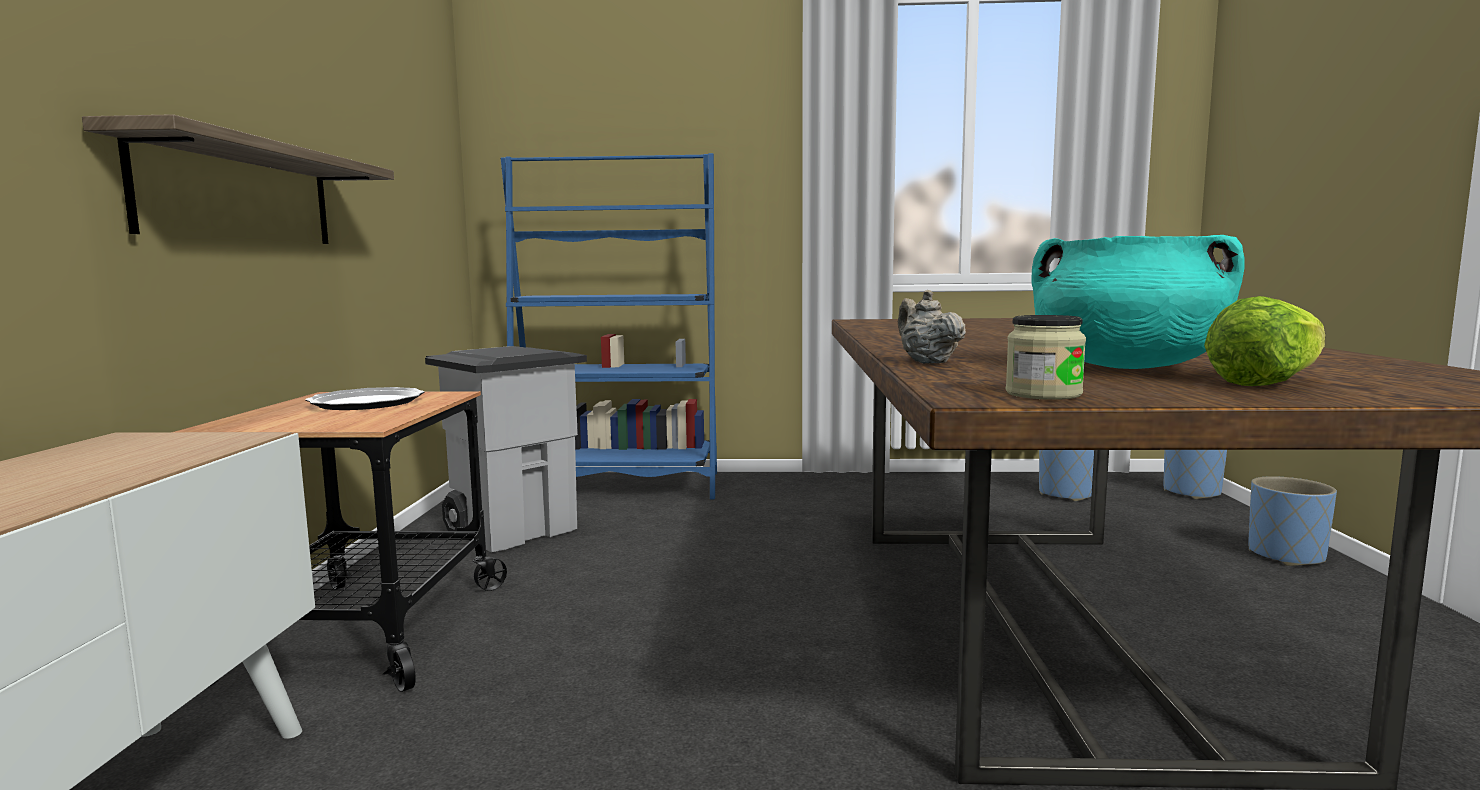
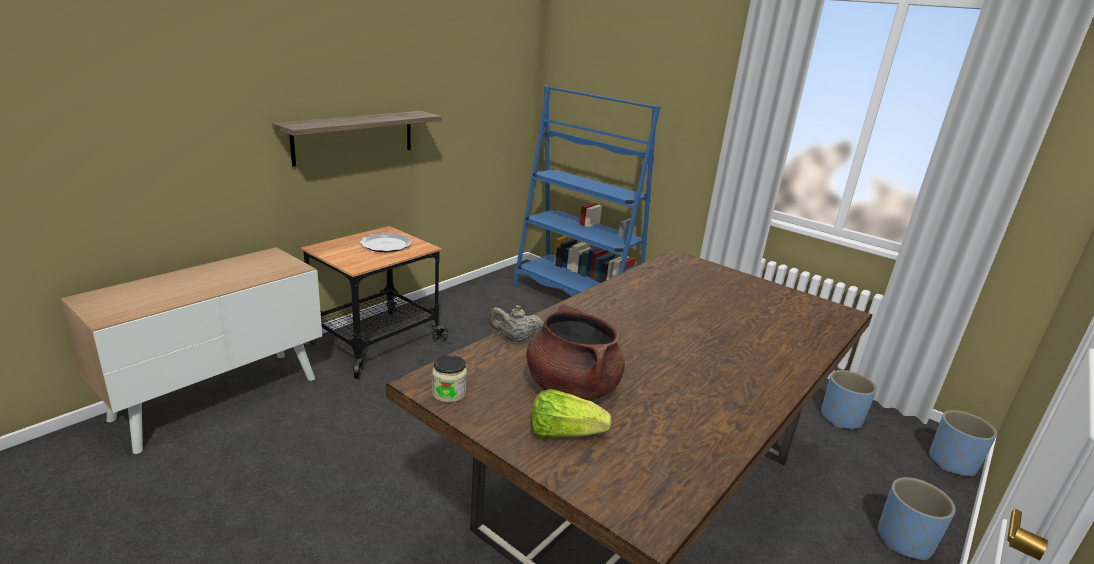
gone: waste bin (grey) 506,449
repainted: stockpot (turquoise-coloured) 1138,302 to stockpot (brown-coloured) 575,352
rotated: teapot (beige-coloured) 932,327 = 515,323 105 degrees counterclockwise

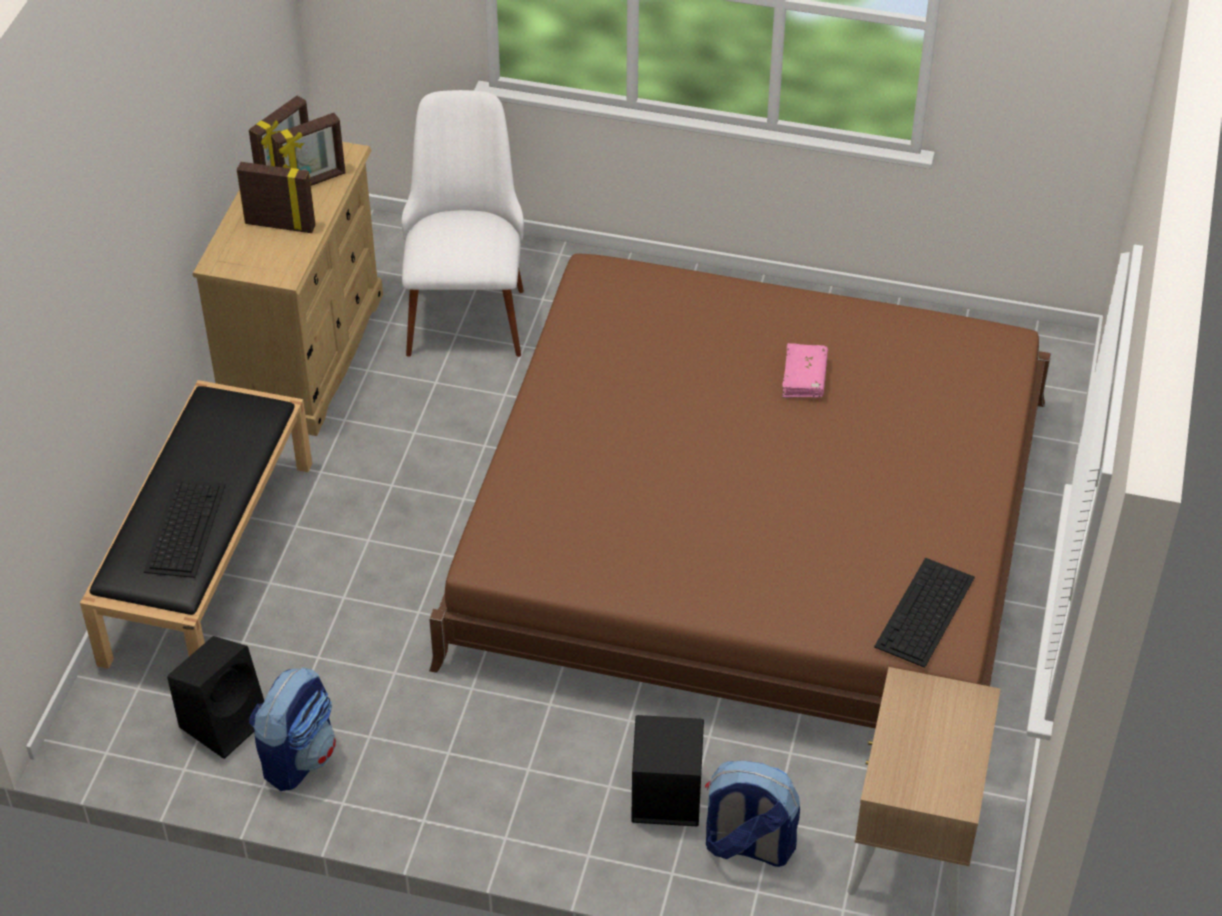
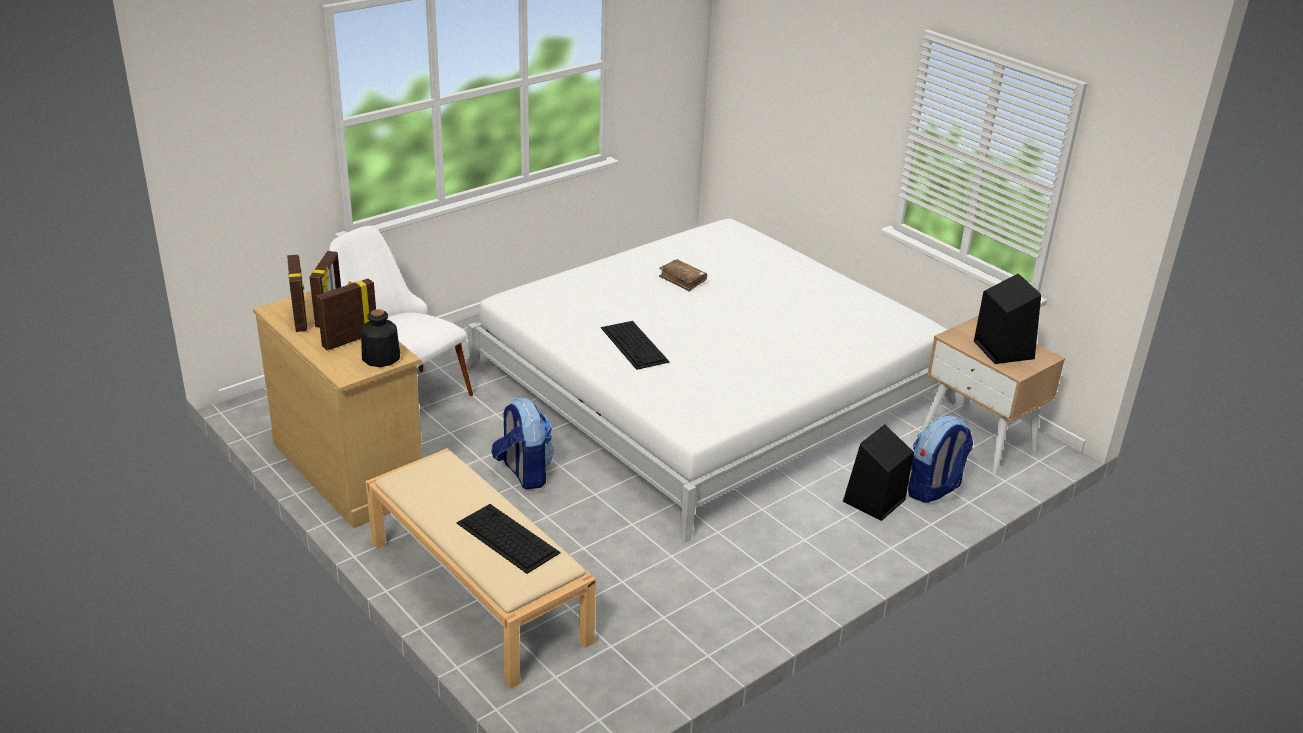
new: bottle 380,338
shifted: audio speaker (black-coloured) 215,697 to 1007,318; backpack 292,729 to 522,443; keyboard 924,613 to 635,345
repainted: long seat (black-coloured) 196,524 to long seat (beige-coloured) 481,568; sleeping bed (brown-coloured) 740,491 to sleeping bed (whitish) 711,380; book (pinkish) 805,370 to book (brown-coloured) 683,275

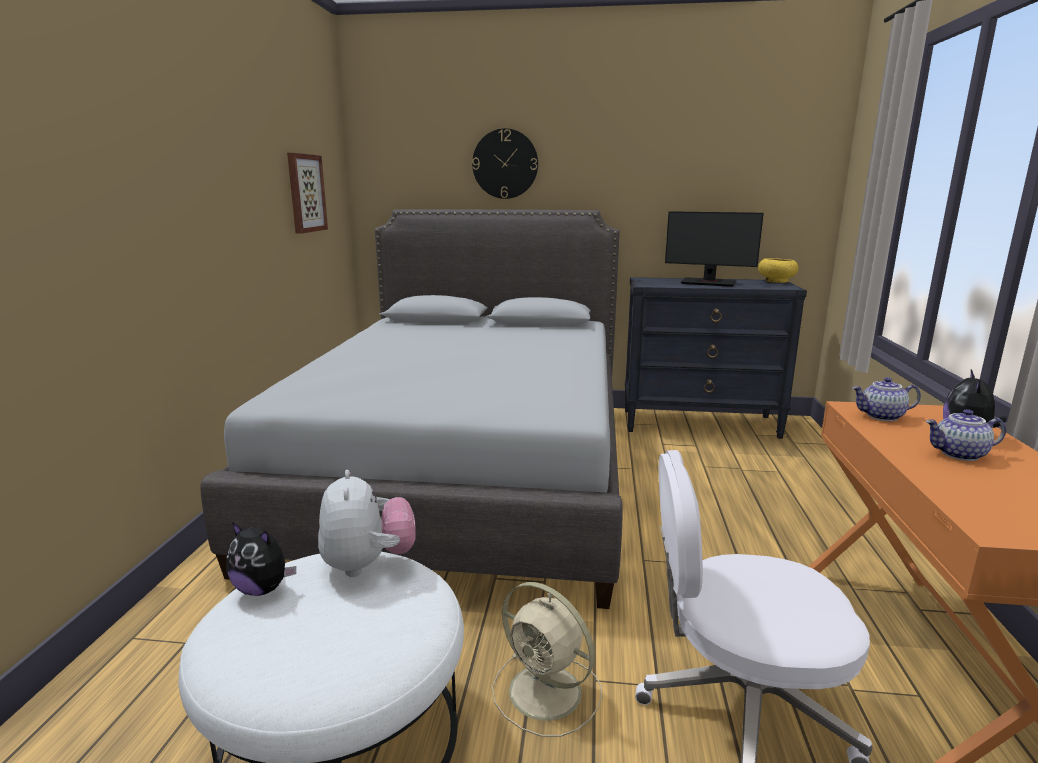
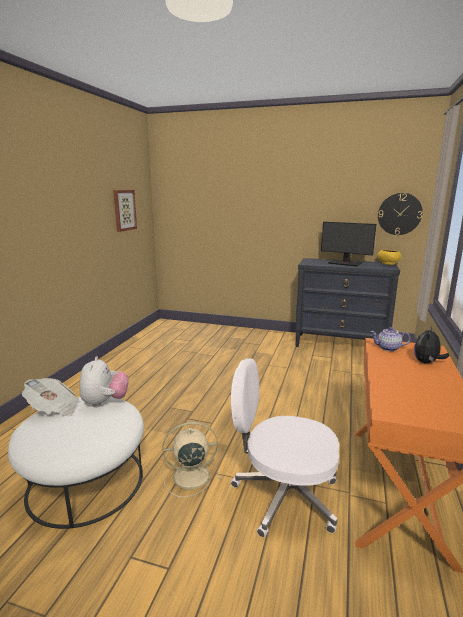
gone: sleeping bed (grey) 411,409; teapot 965,435
shifted: wall clock 505,163 to 400,214
swapped: plush toy 261,559 to printed paper 50,397
rotated: electric fan (beige-coloured) 547,659 = 192,460 120 degrees clockwise

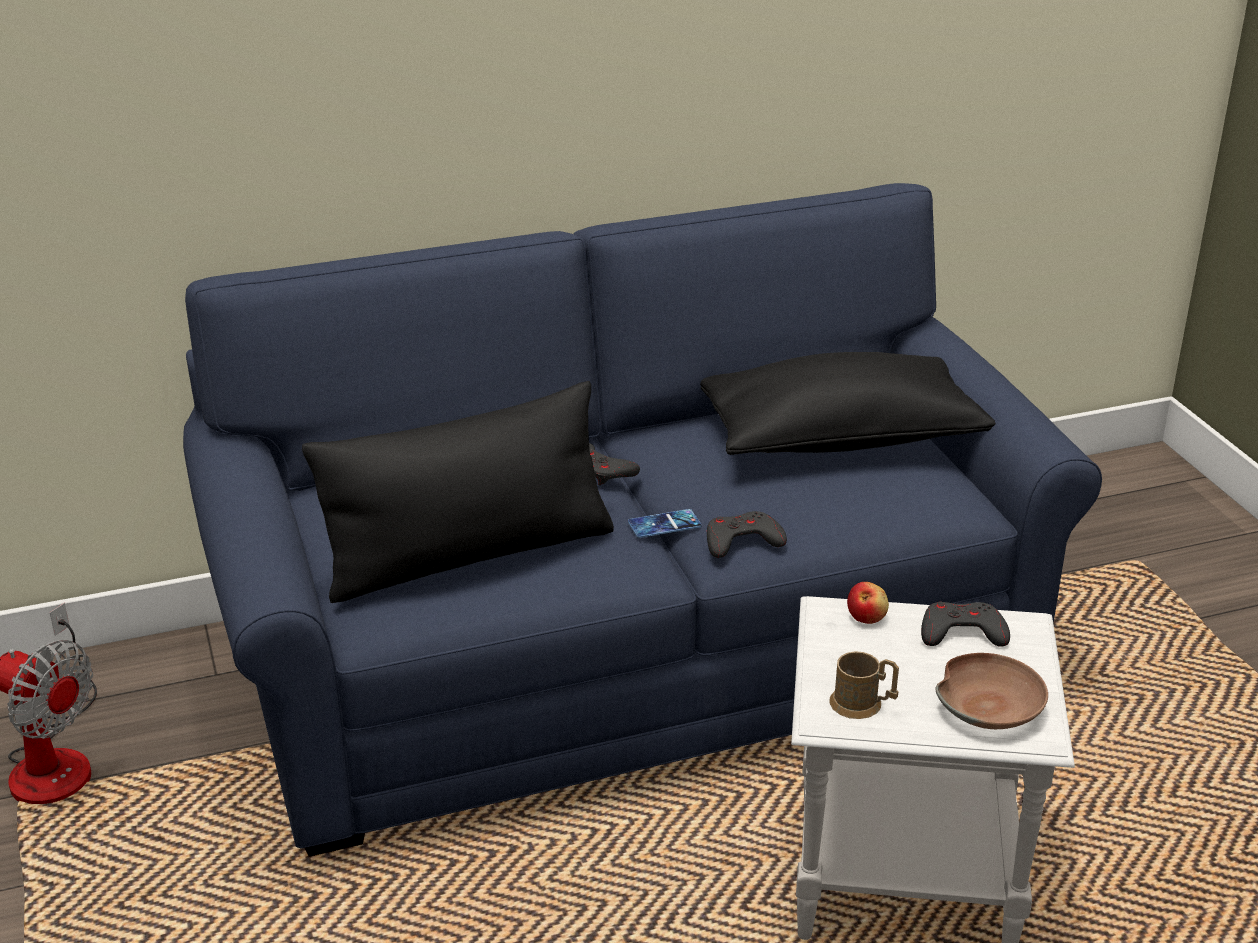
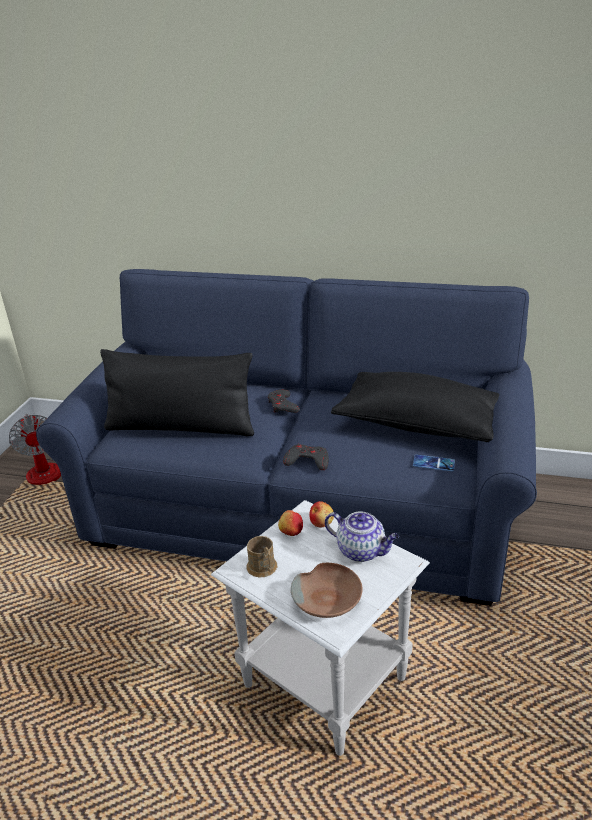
new: apple fruit 290,523
shifted: handset 665,523 to 434,463
swapped: gamepad (grey) 965,624 to teapot 362,537

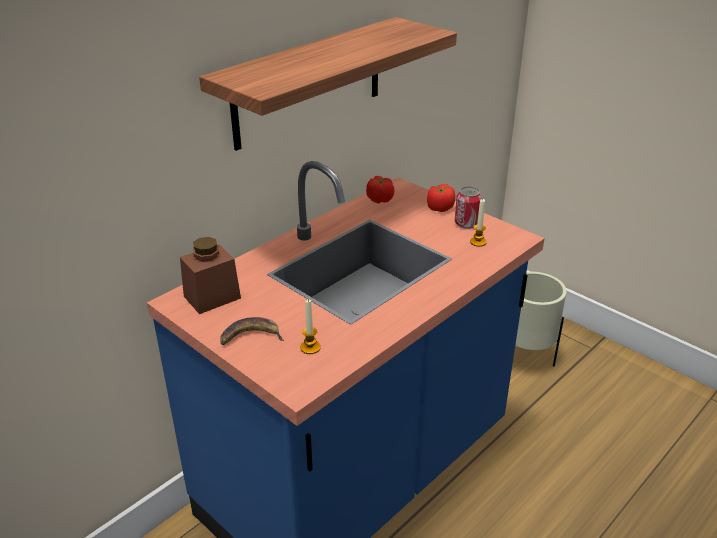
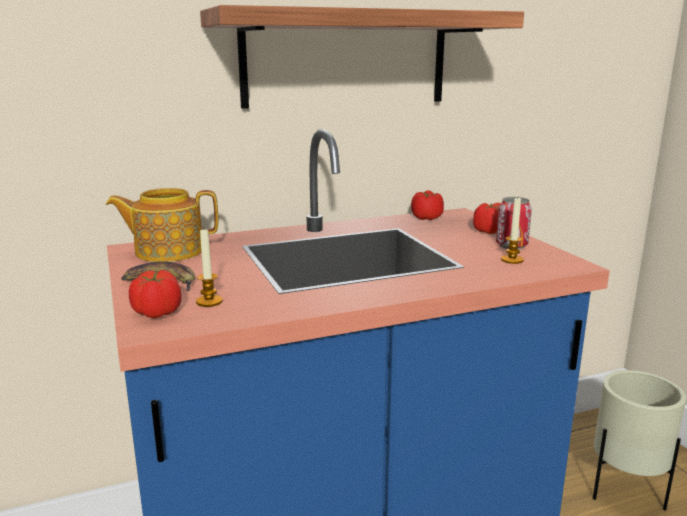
new: fresh tomato 155,294
swapped: jar (brown-coloured) 210,275 to teapot 162,225

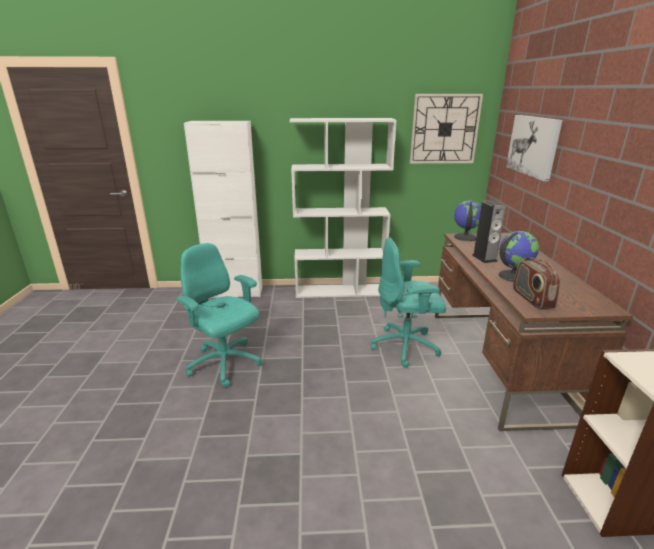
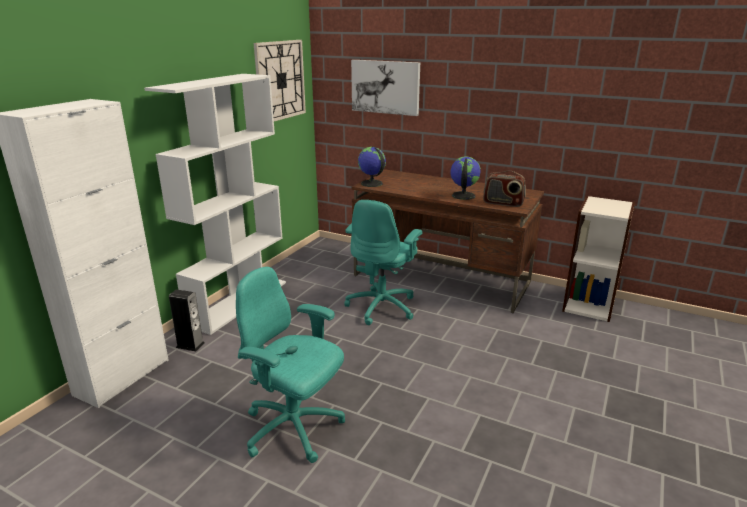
shifted: audio speaker 489,231 to 187,320
rotated: desk chair (turquoise-coloured) 219,315 = 290,365 45 degrees clockwise

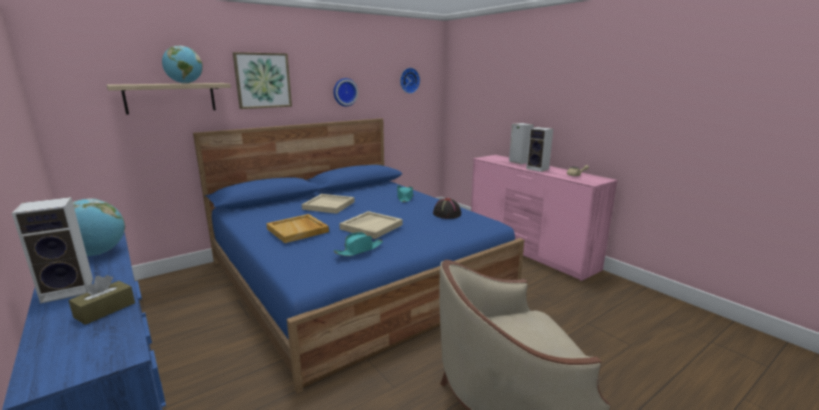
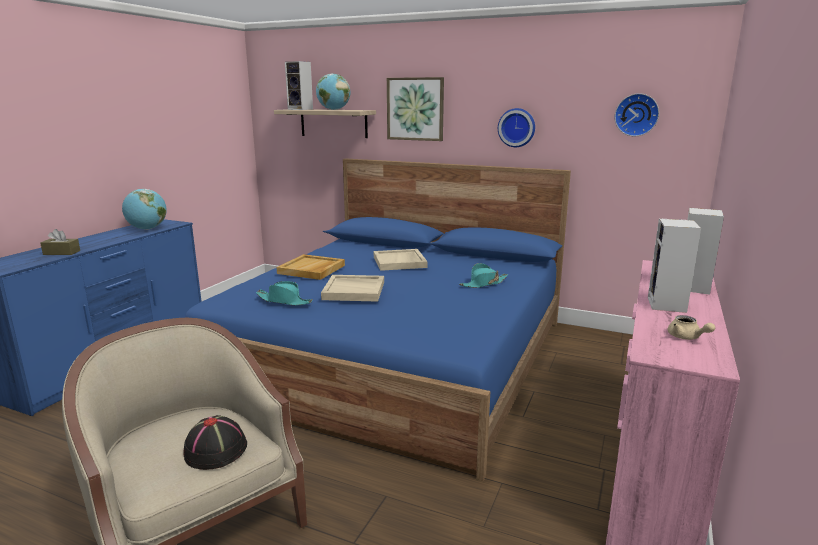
shifted: audio speaker 52,250 to 299,85; hat (black-coloured) 447,208 to 215,442

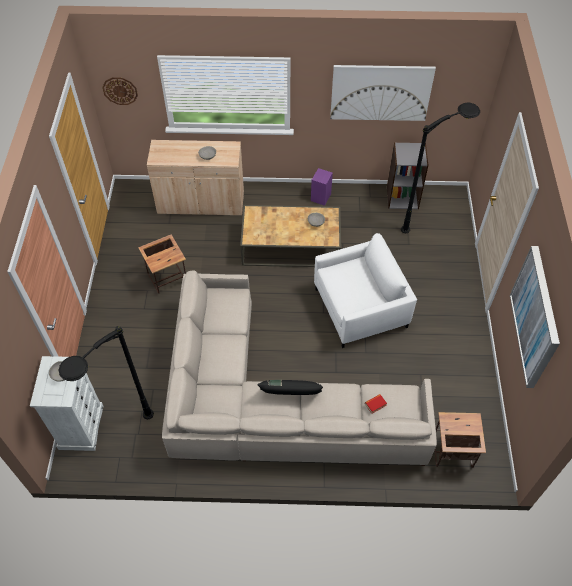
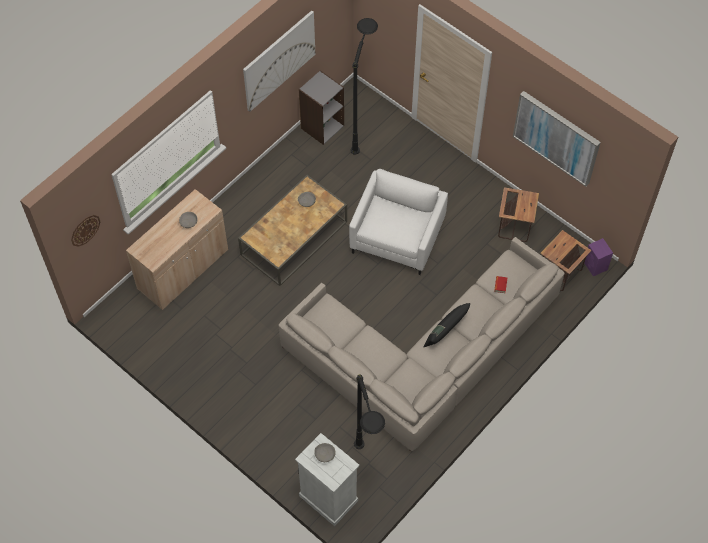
shifted: end table 162,264 to 518,214; audio speaker (purplish) 322,187 to 598,257

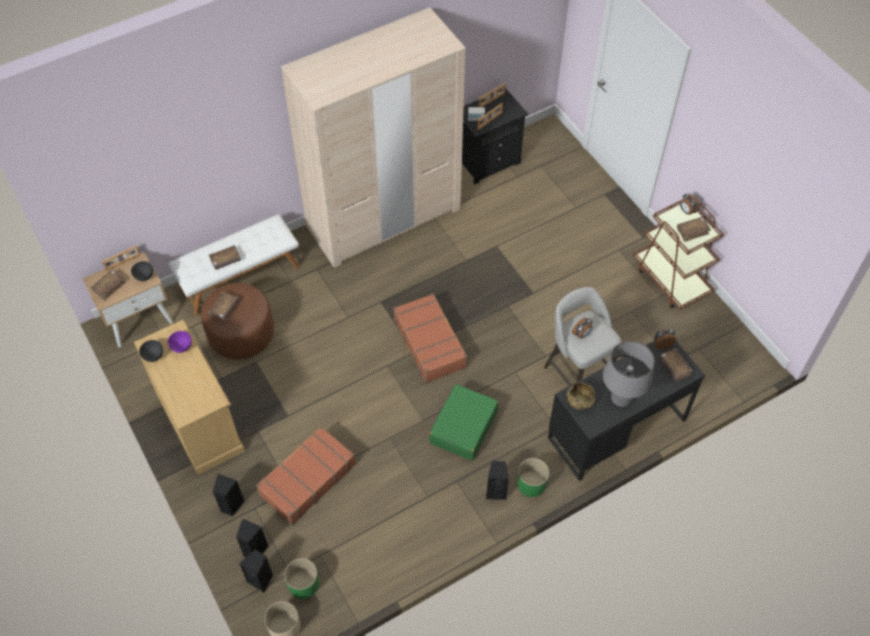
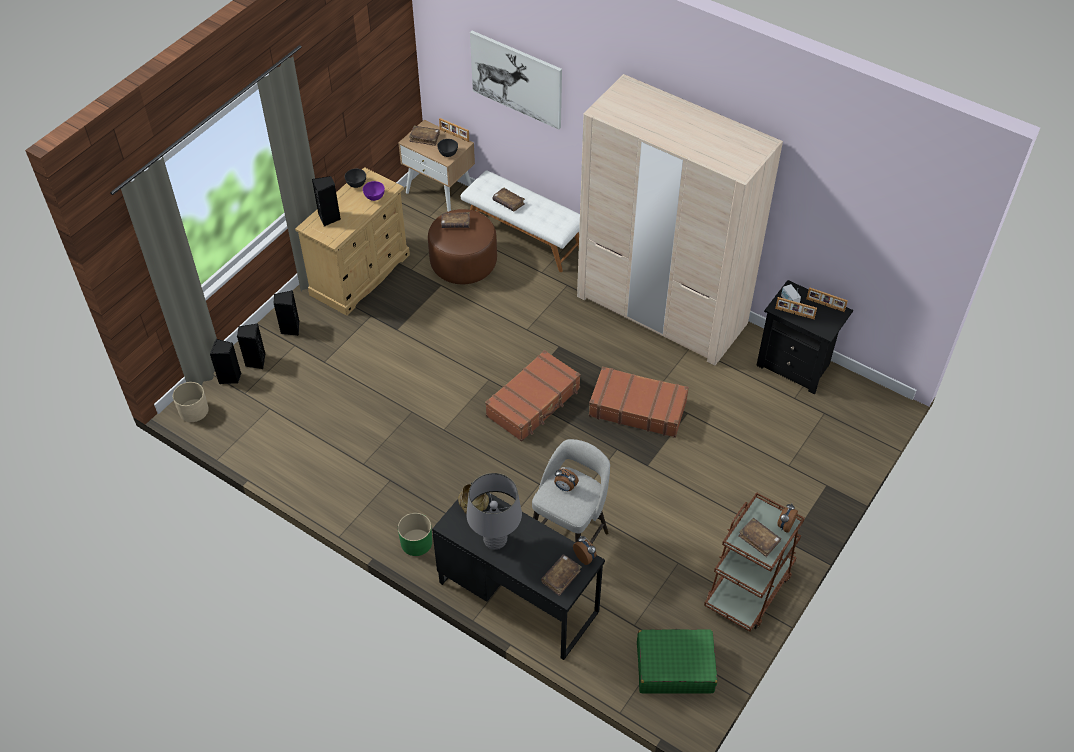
gone: plant pot (green-coloured) 301,578
new: picture 516,80
shifted: suitcase (brown-coloured) 306,475 to 639,402; suitcase (green-coloured) 464,422 to 677,661; audio speaker (black-coloured) 497,480 to 326,201

